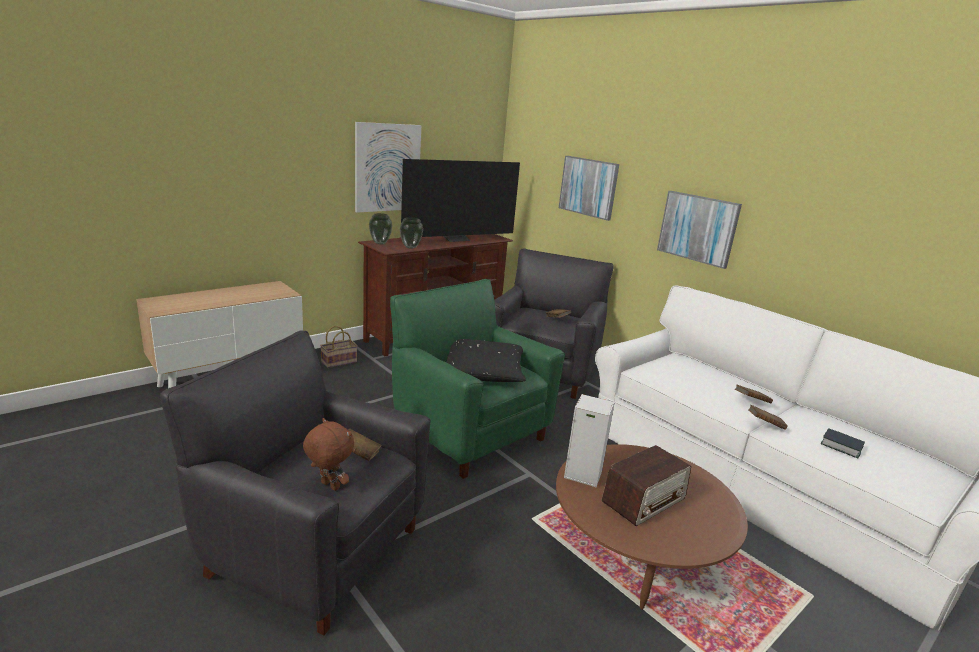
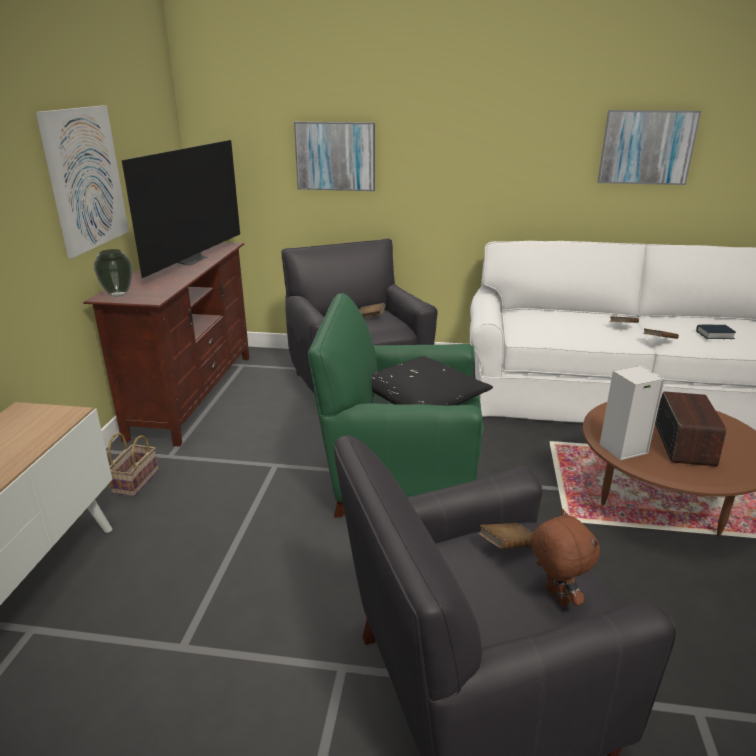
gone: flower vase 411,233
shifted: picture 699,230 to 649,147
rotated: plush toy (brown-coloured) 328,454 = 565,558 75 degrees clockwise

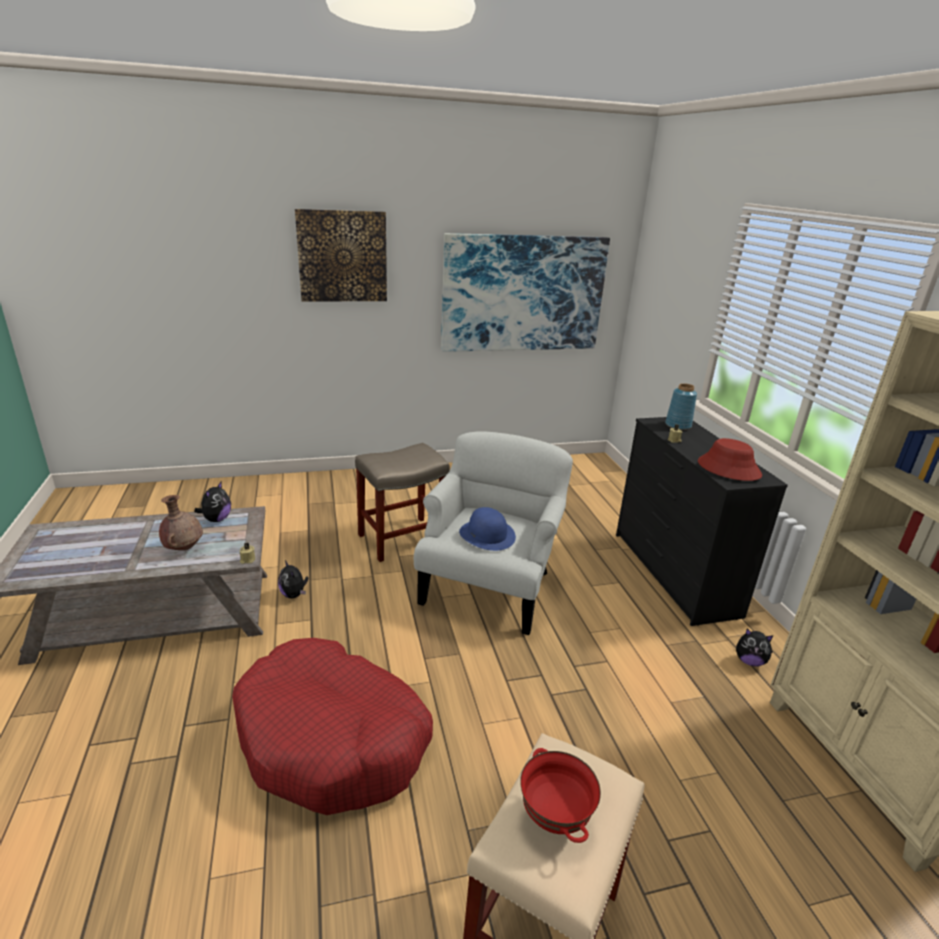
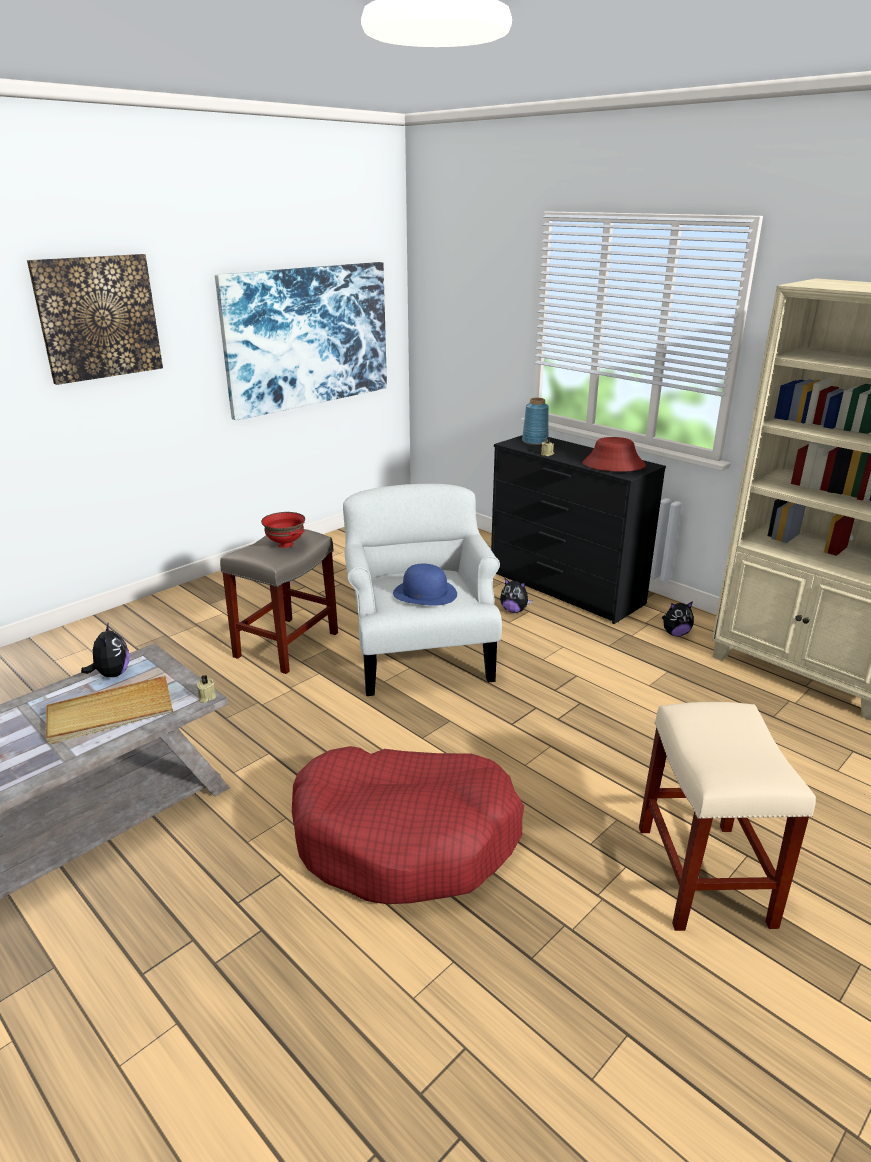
shifted: plush toy 293,579 to 516,595; bowl (red) 560,795 to 283,530
swapped: flower vase (brown-coloured) 181,522 to carrying tray (beige-coloured) 109,710

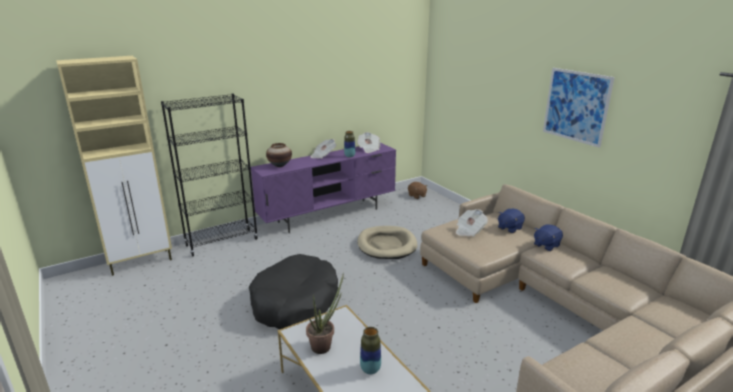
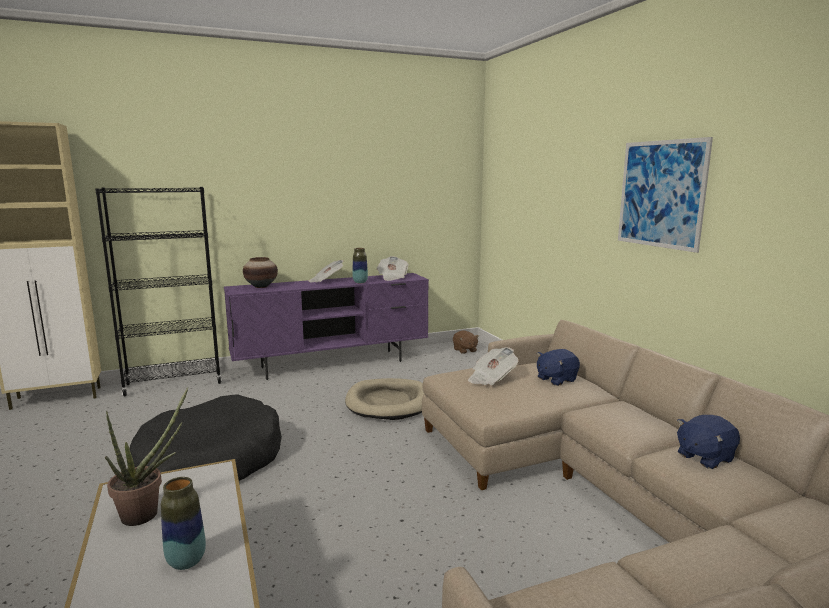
shifted: plush toy (bluish) 548,238 to 708,442

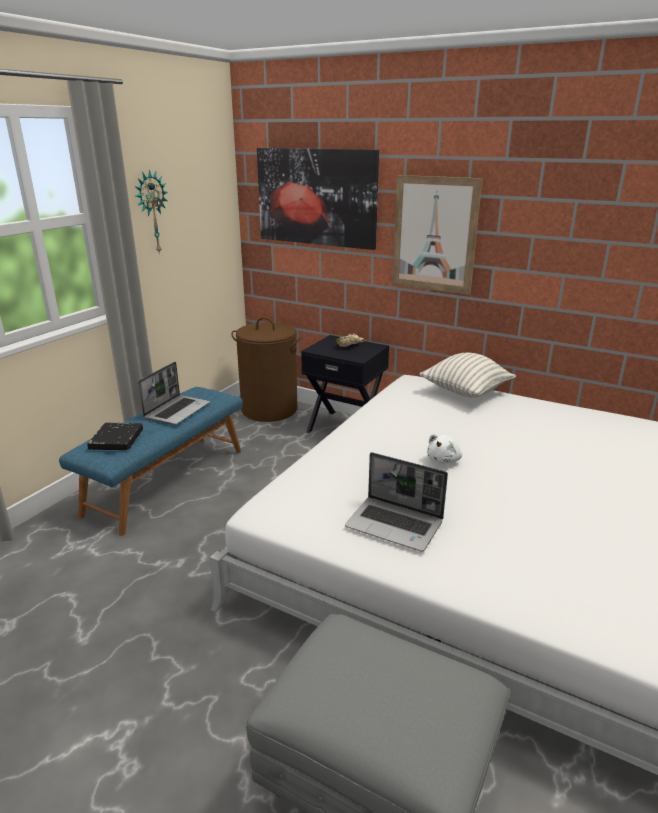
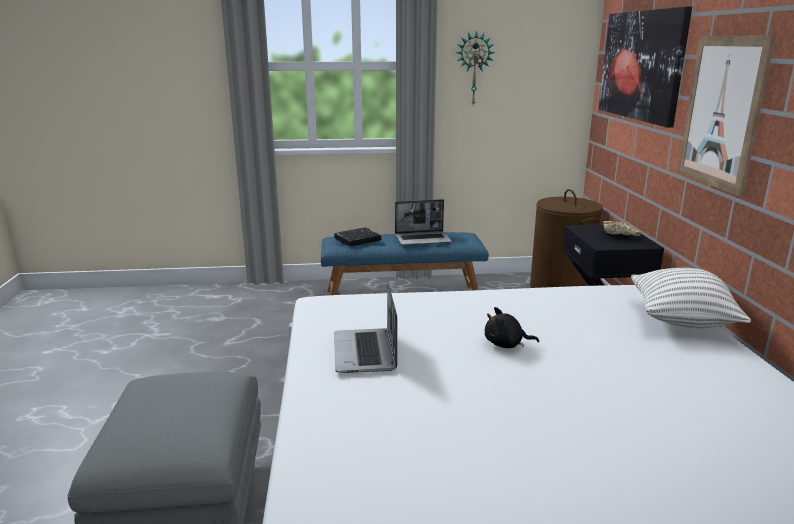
repainted: plush toy (whitish) 444,449 to plush toy (black-coloured) 512,327

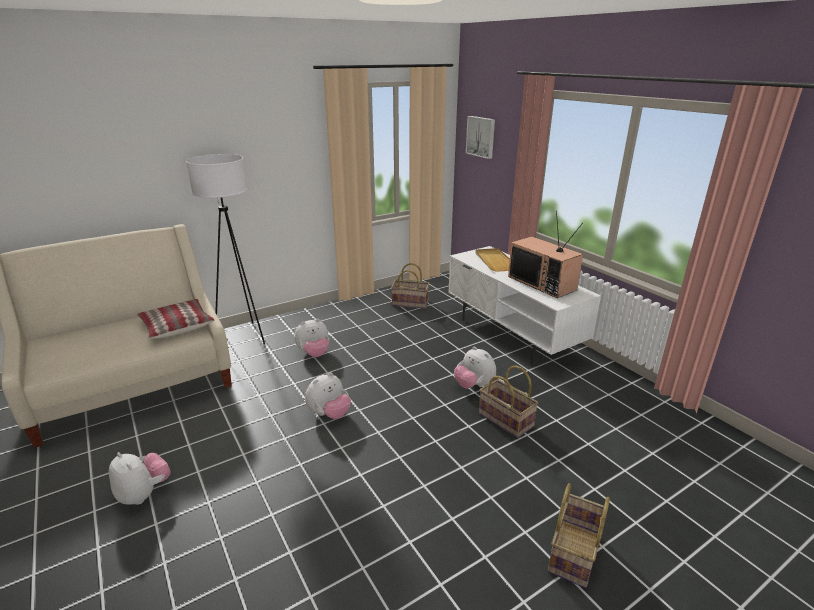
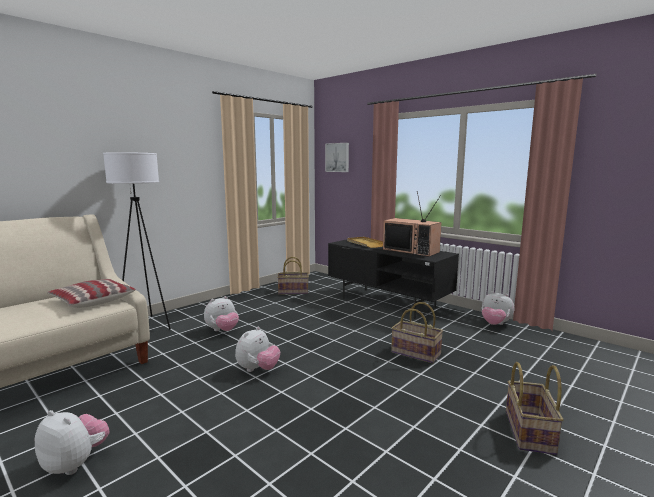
shifted: plush toy 475,367 to 497,308
repainted: tv stand (whitish) 524,306 to tv stand (black-coloured) 393,279

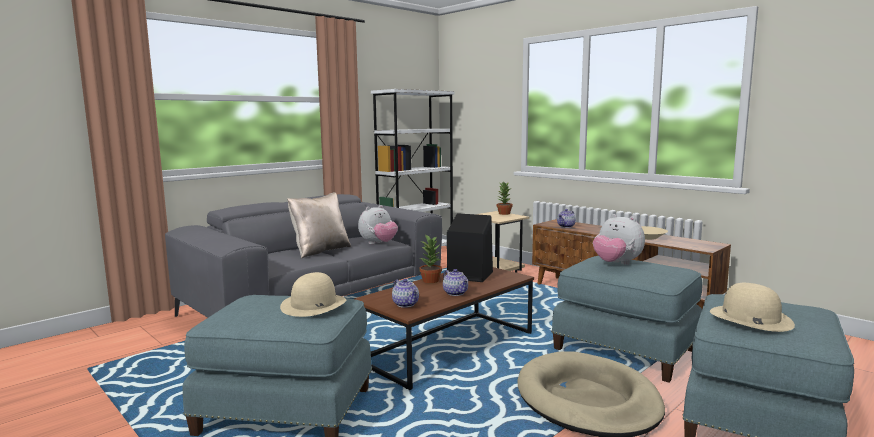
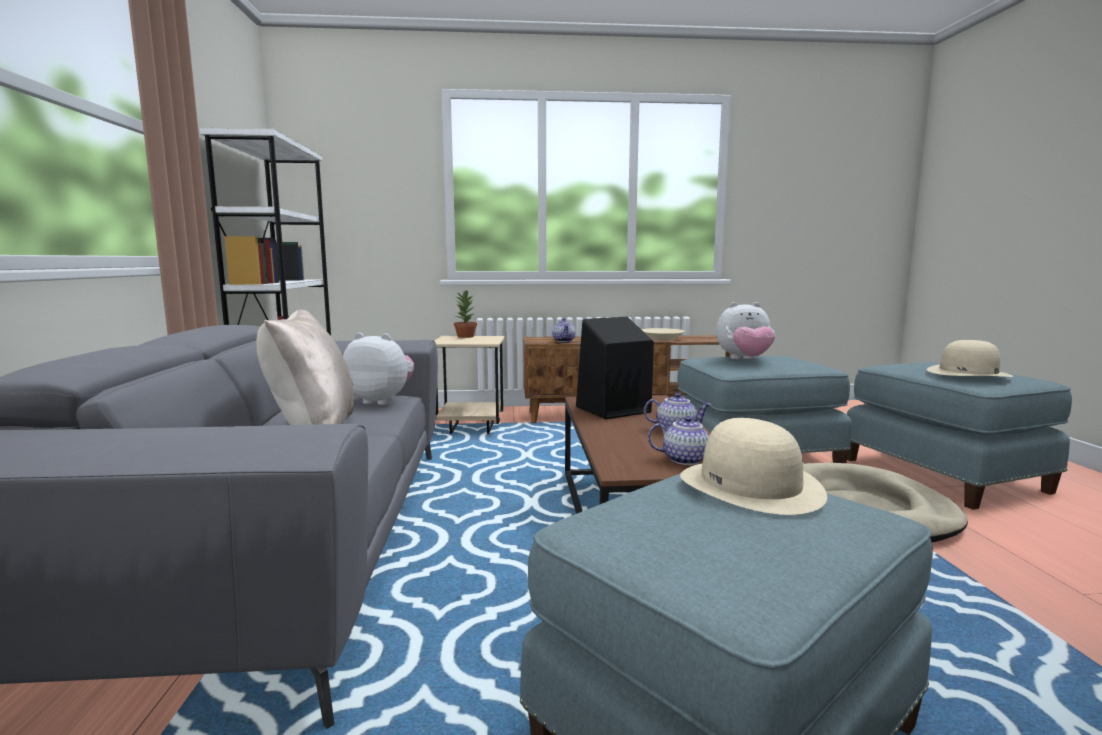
gone: potted plant 430,259
rotated: plush toy 378,224 = 378,369 75 degrees counterclockwise

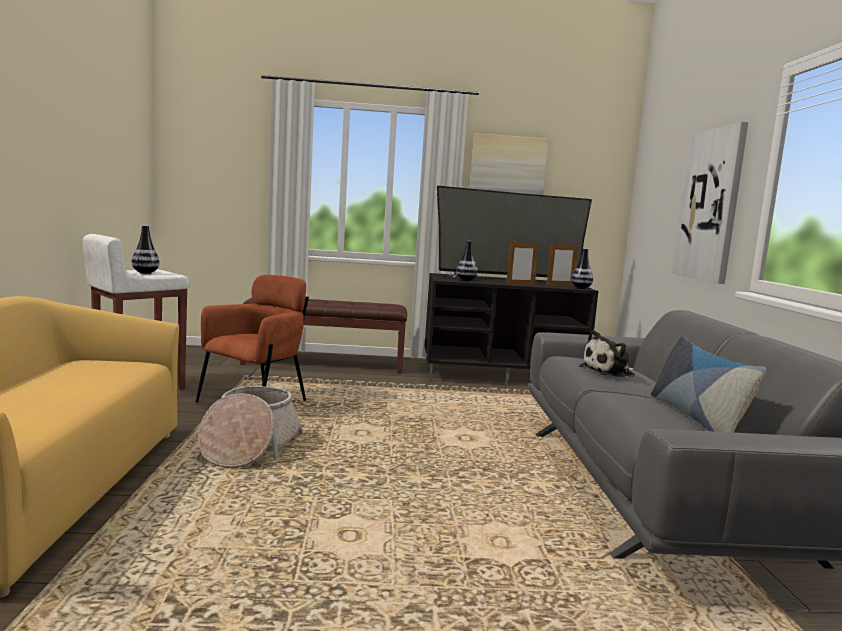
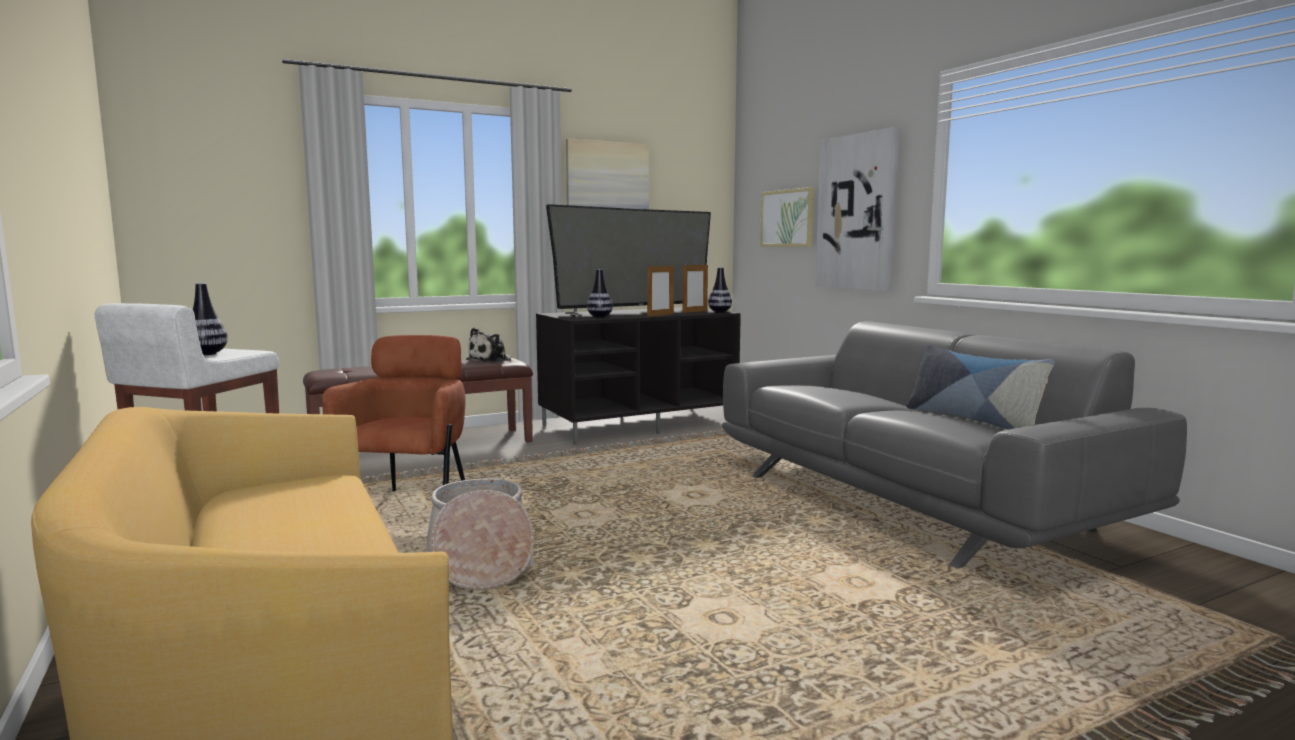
new: picture 787,217
shifted: plush toy 607,354 to 489,345

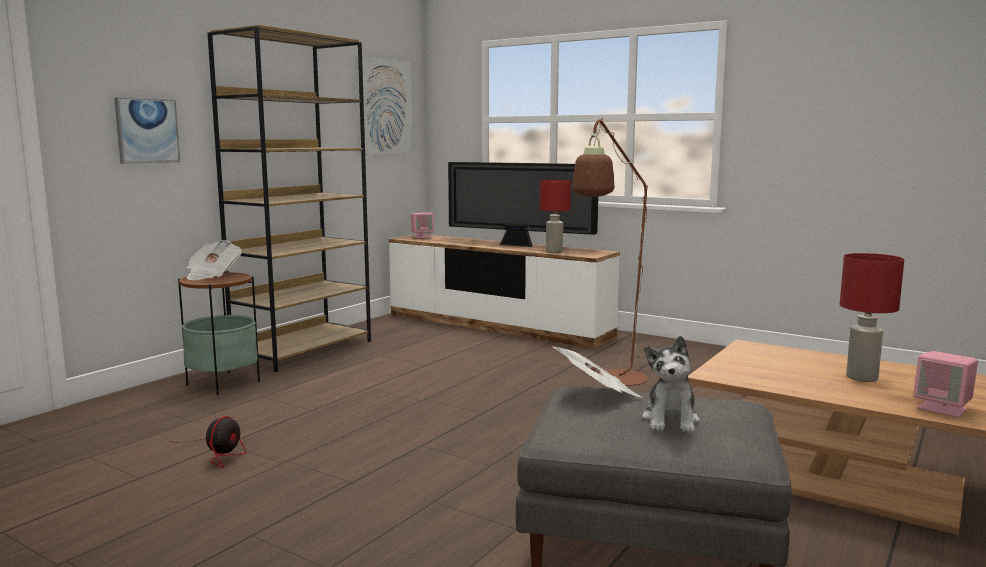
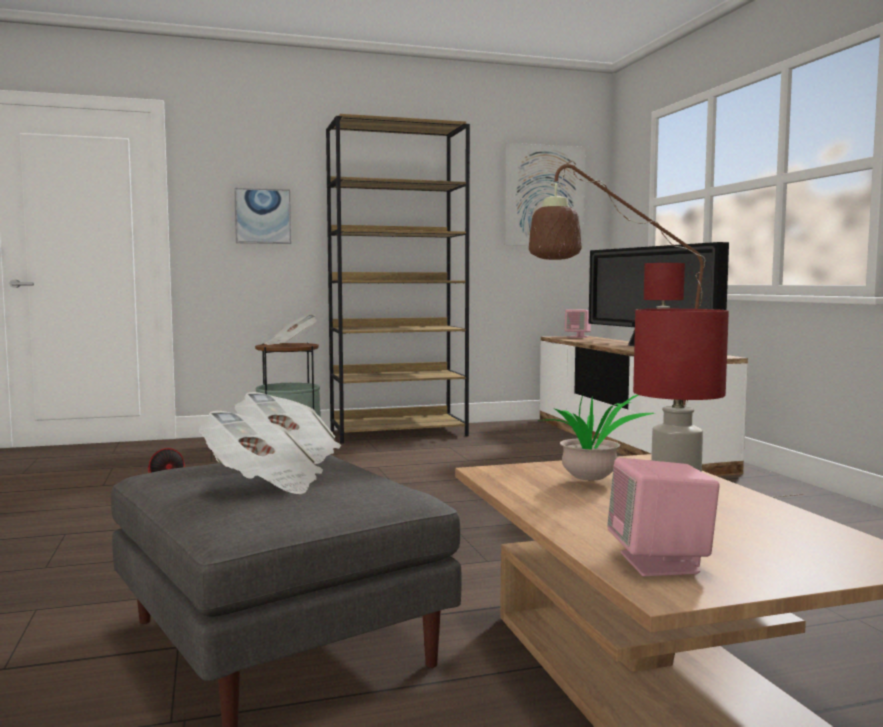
new: potted plant 595,437
swapped: plush toy 671,384 to printed paper 261,452

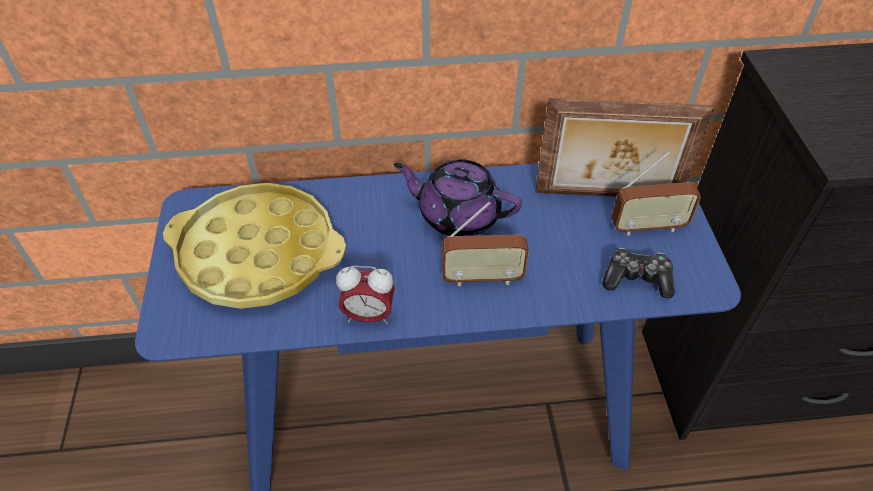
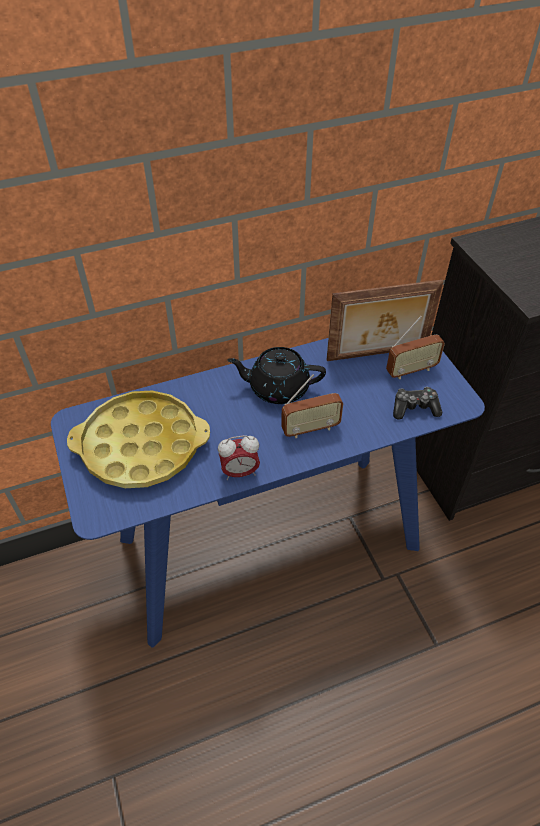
repainted: teapot (purplish) 458,197 to teapot (black-coloured) 276,375

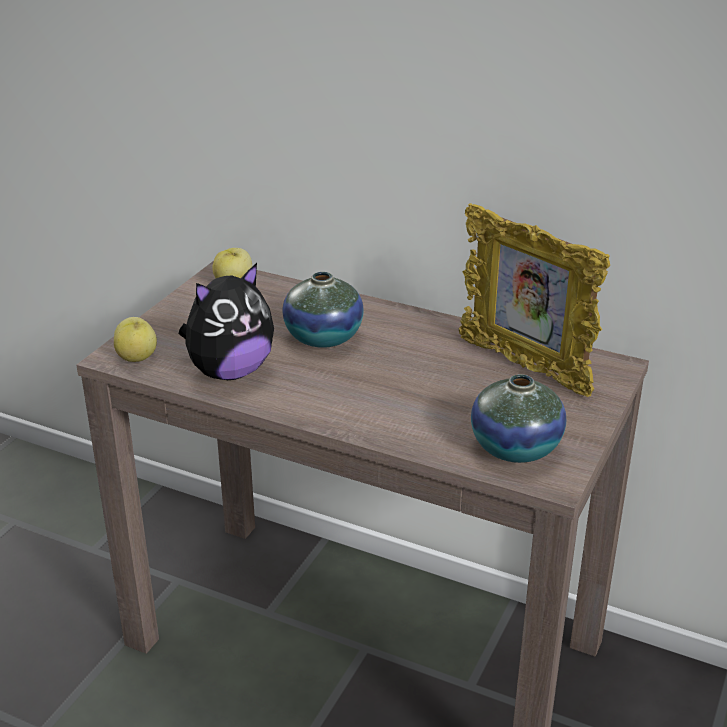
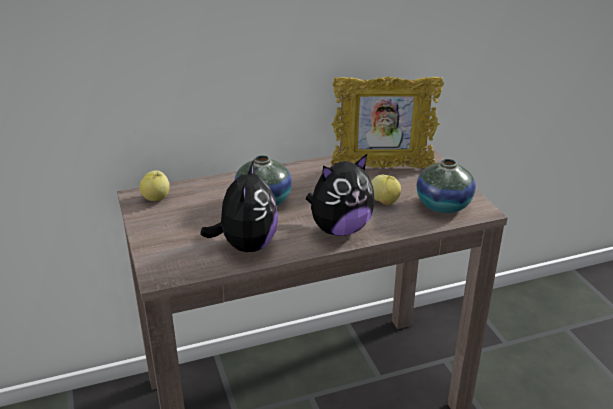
new: plush toy 340,195
shifted: apple fruit 135,339 to 386,190

